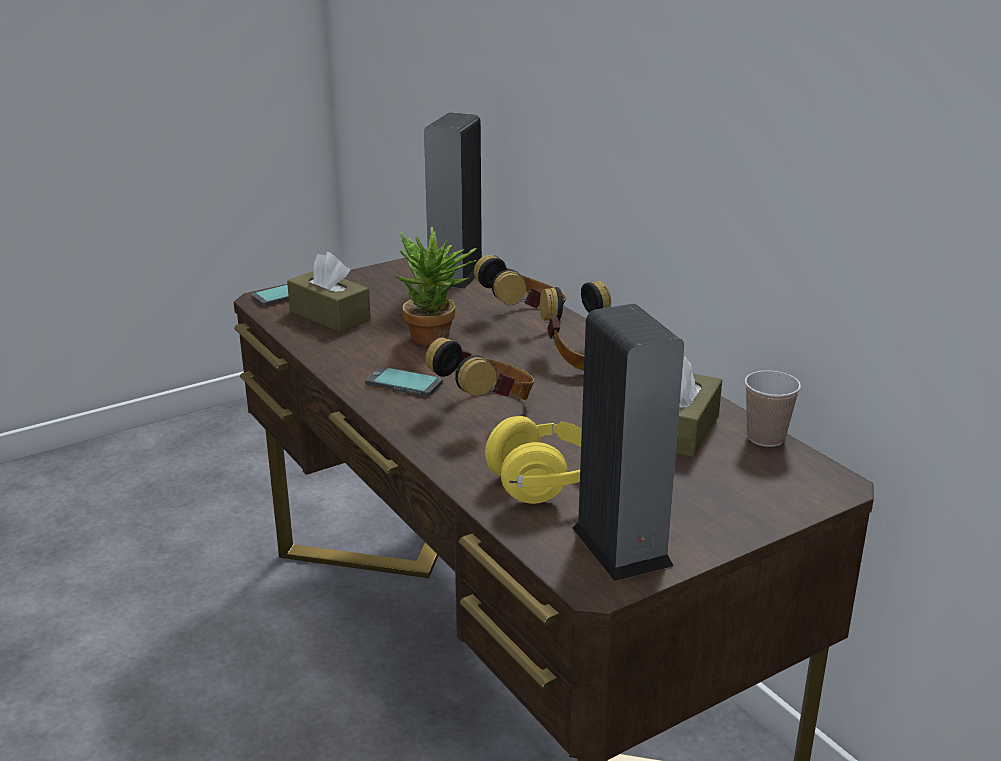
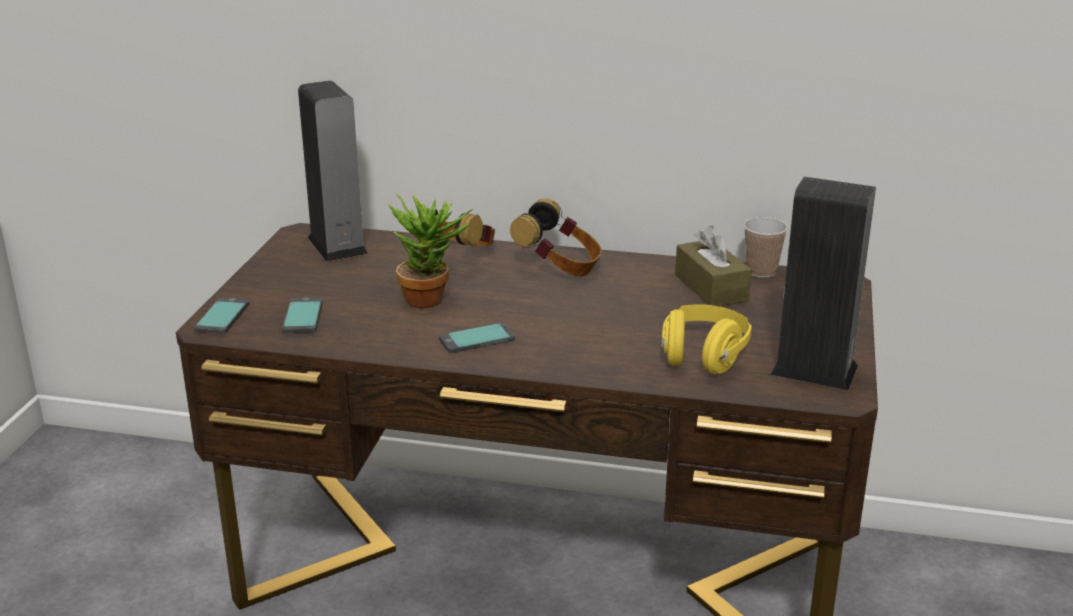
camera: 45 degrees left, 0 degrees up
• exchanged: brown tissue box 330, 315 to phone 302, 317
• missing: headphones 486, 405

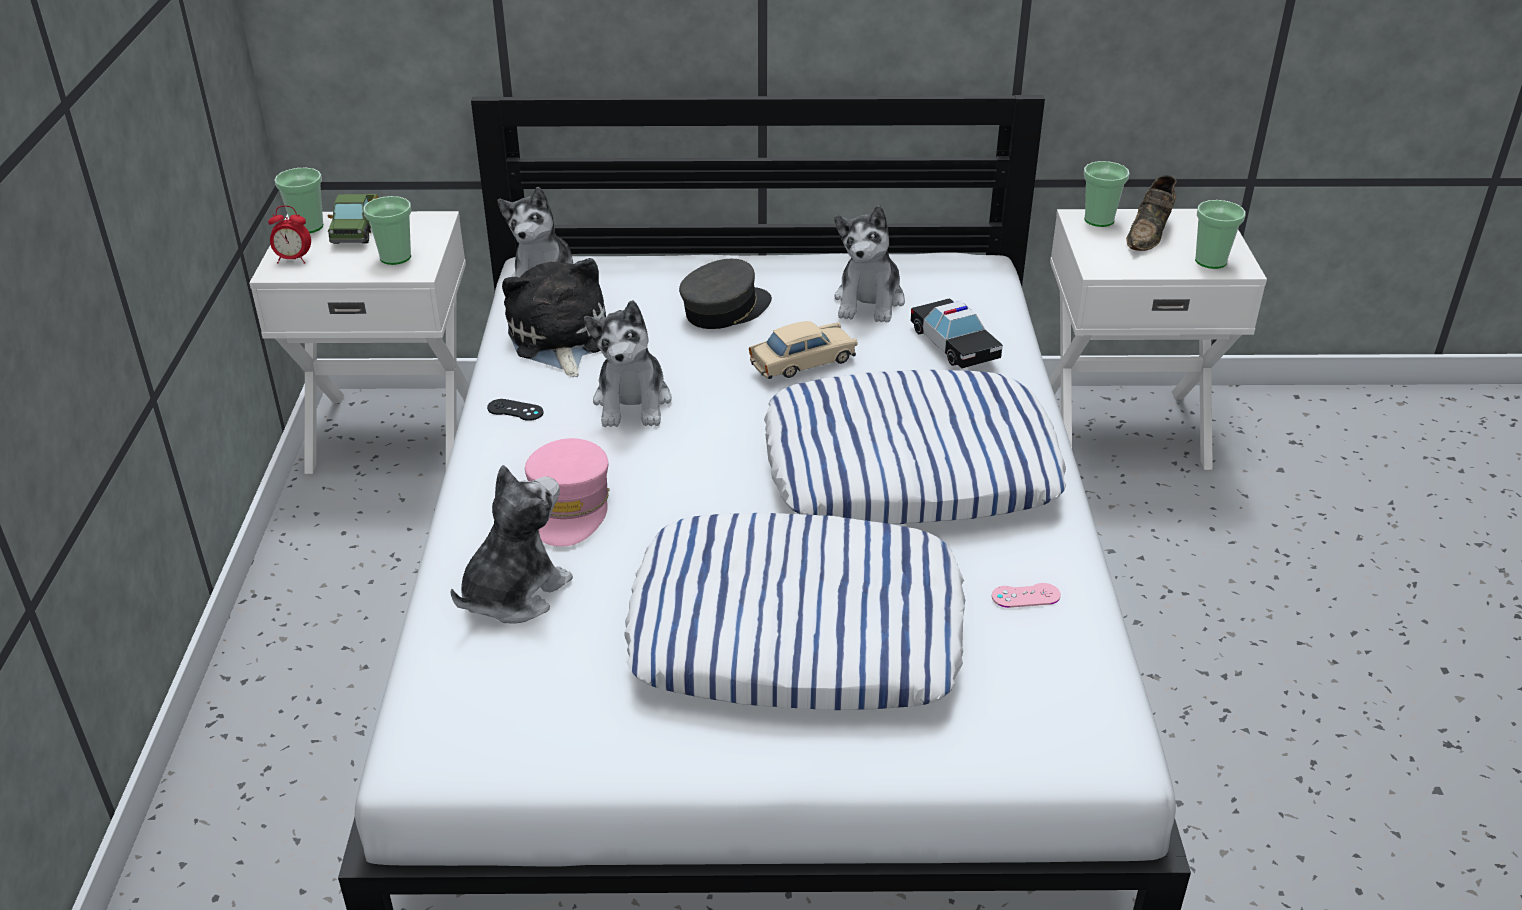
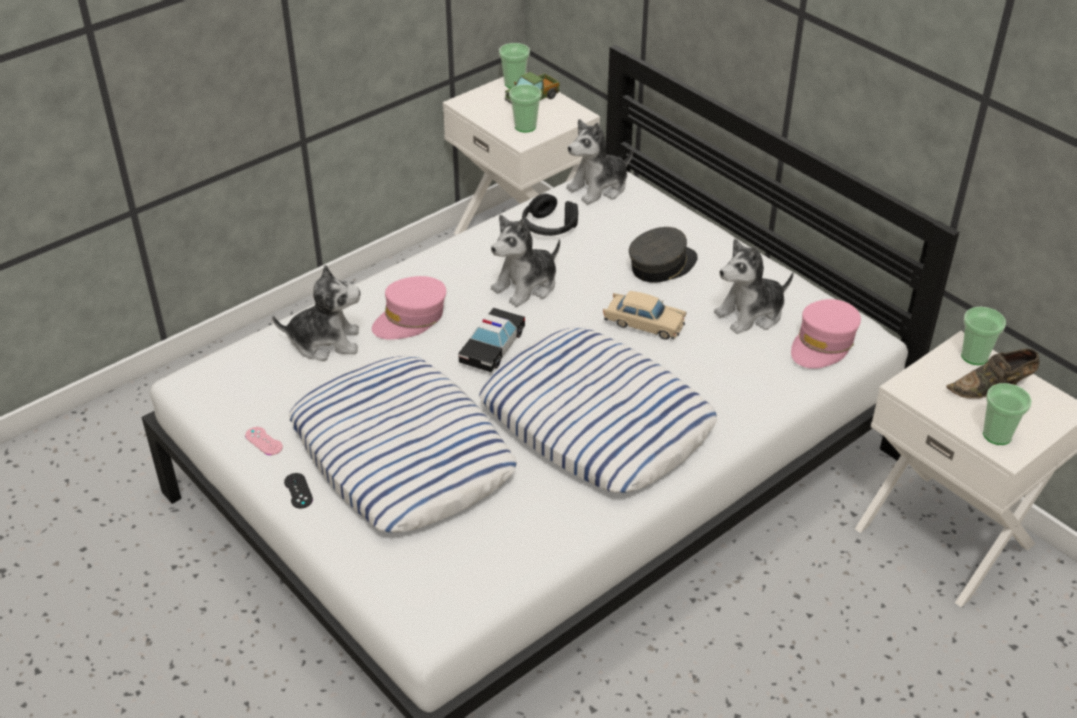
camera: 50 degrees right, 5 degrees up
• relocated: pink game controller 1026, 596 to 264, 441
• relocated: black game controller 515, 410 to 298, 491
• relocated: toy car 954, 344 to 492, 347
• exchanged: plush toy 558, 340 to black headphones 549, 227
• spun: grey cap 725, 310 = 662, 265 45 degrees counterclockwise
• appeared: pink cap 823, 344
• missing: alarm clock 293, 260

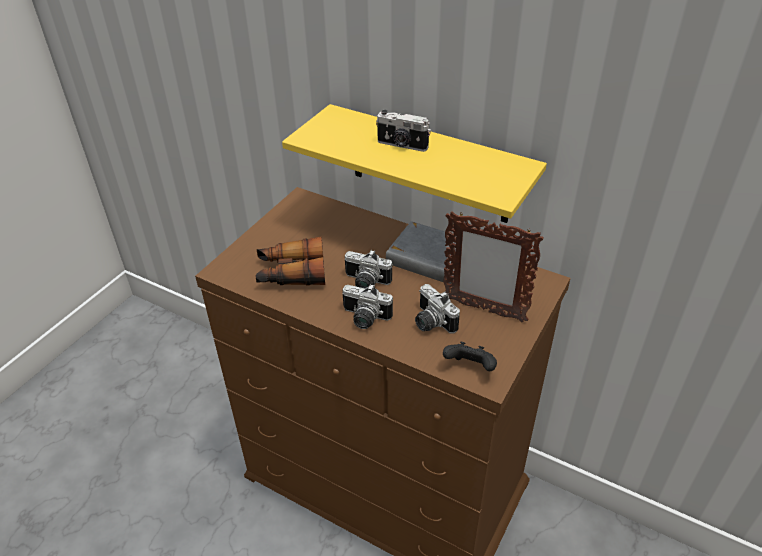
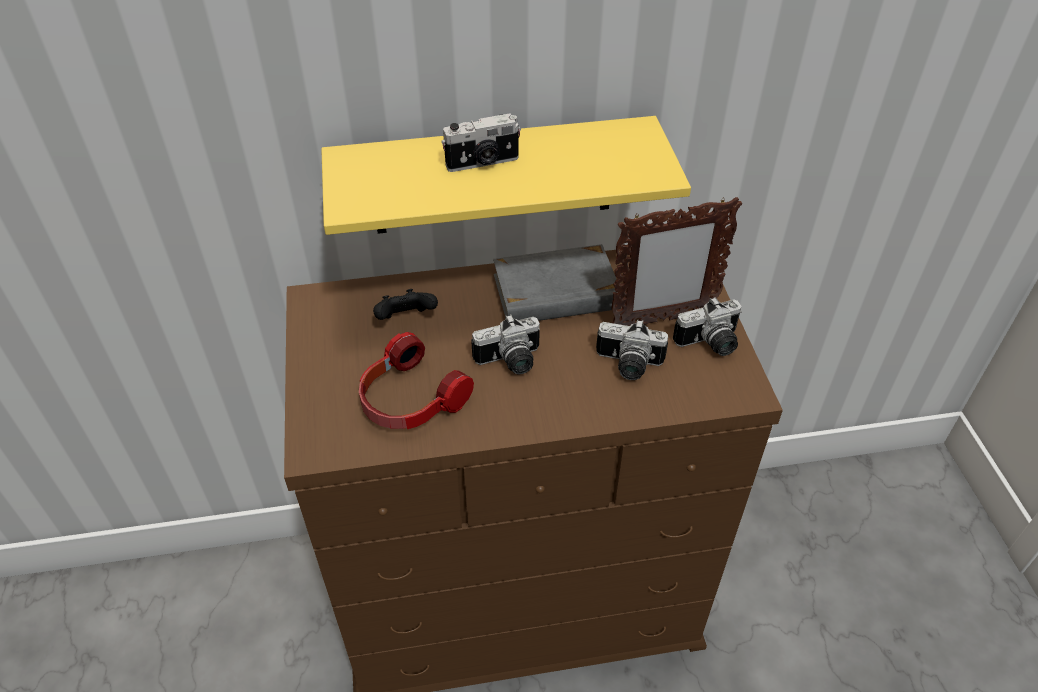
camera: 40 degrees left, 5 degrees up
• exchanged: binoculars 291, 273 to headphones 409, 400
• relocated: black game controller 470, 367 to 406, 319
• relocated: photo camera 364, 318 to 710, 344

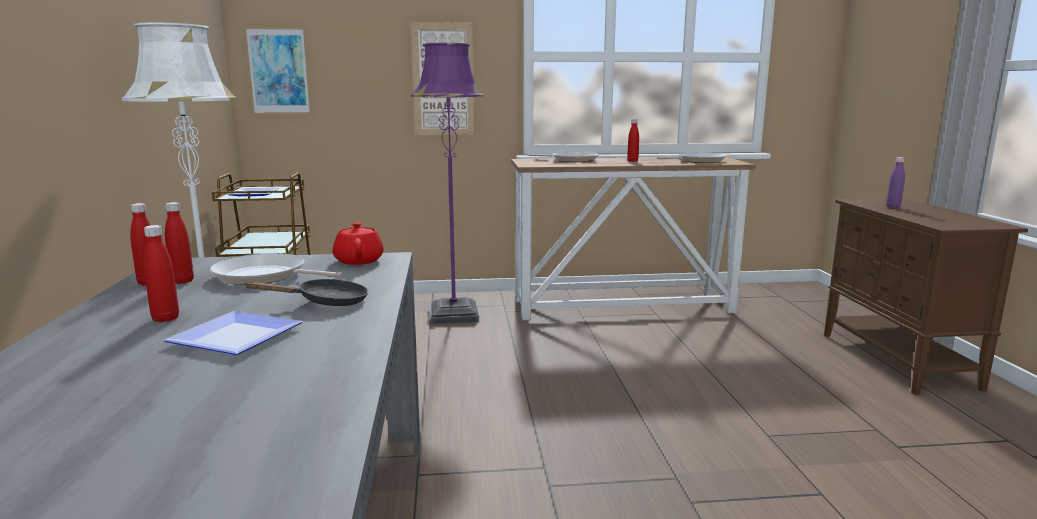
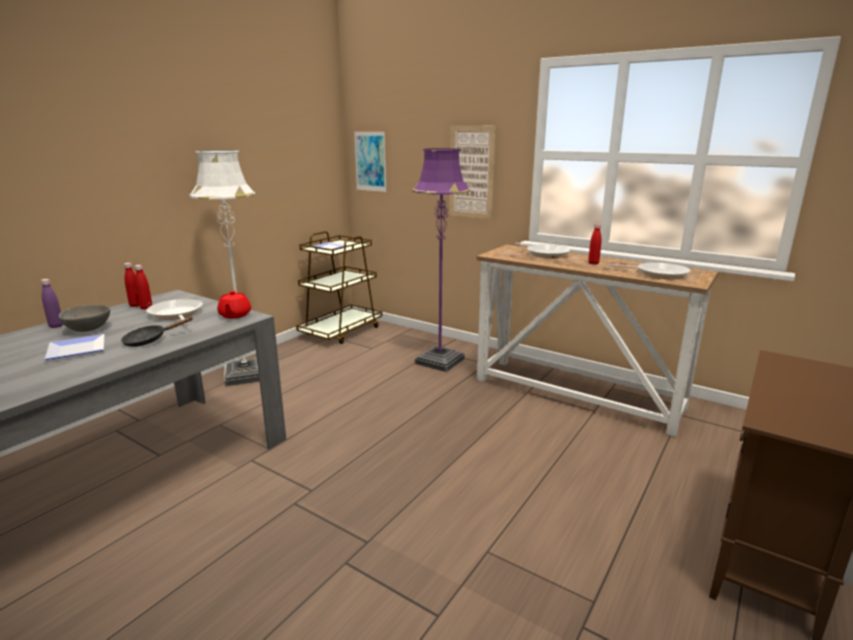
camera: 40 degrees right, 5 degrees up
• relocated: purple bottle 893, 207 to 56, 326
• exchanged: red bottle 165, 318 to grey bowl 88, 329
• spun: black frying pan 326, 302 = 149, 340 120 degrees clockwise
• spun: red teapot 359, 260 = 234, 315 150 degrees clockwise

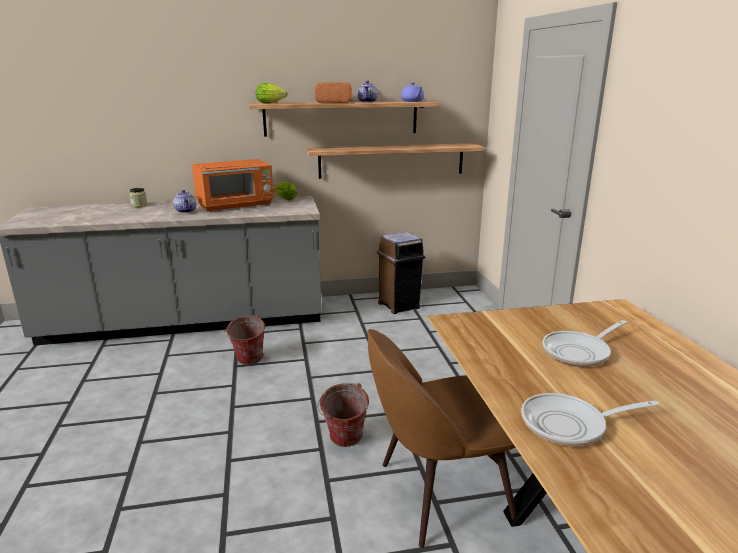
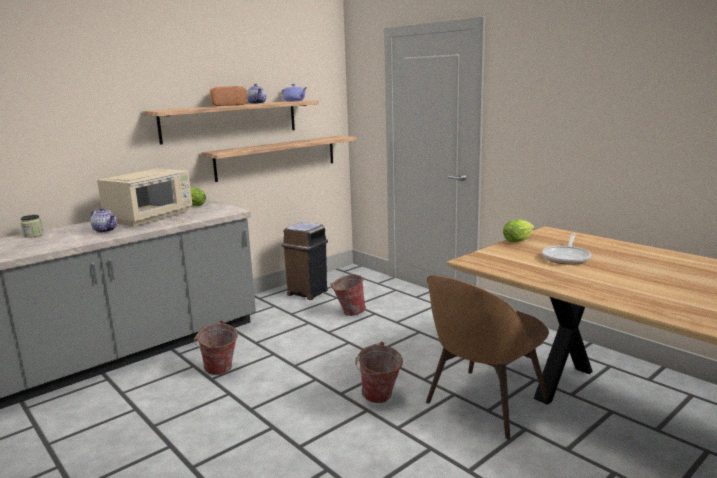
camera: 30 degrees left, 5 degrees down
• colour: orange microwave 236, 205 to beige microwave 151, 218
• appeared: bucket 349, 313
• relocated: lettuce 272, 103 to 519, 240
• missing: frying pan 570, 425

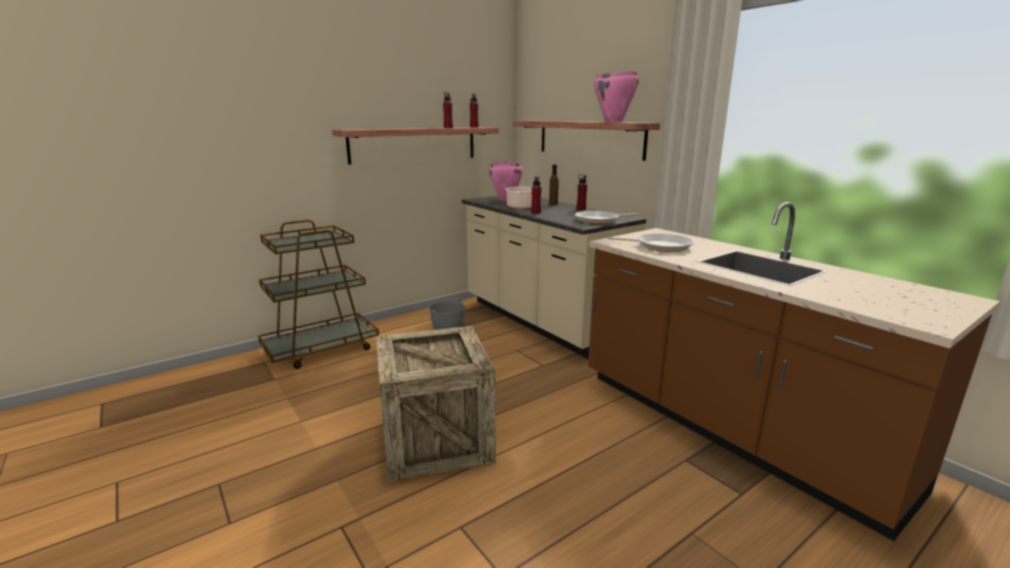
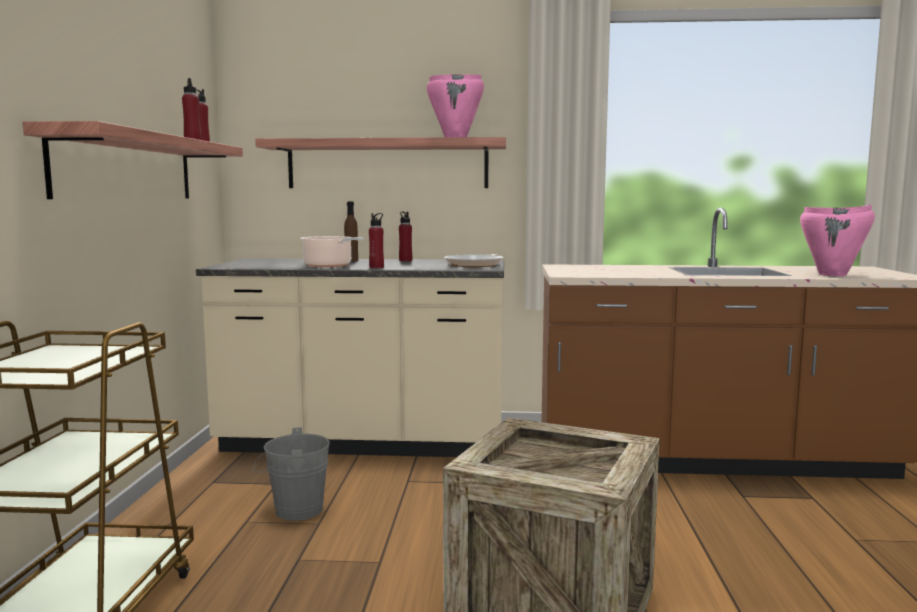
camera: 50 degrees left, 10 degrees down
• relocated: pink cooking pot 505, 200 to 833, 275
• missing: frying pan 660, 246

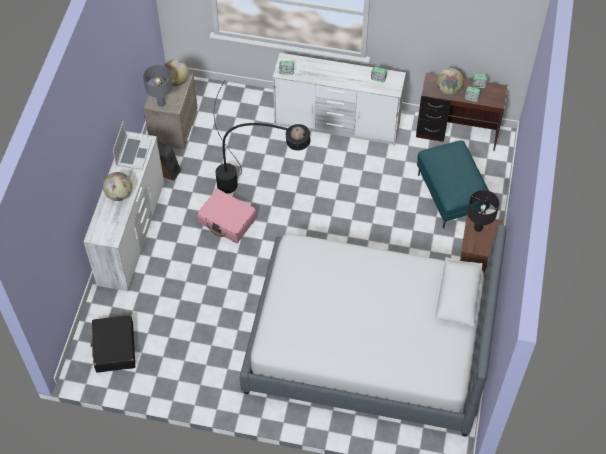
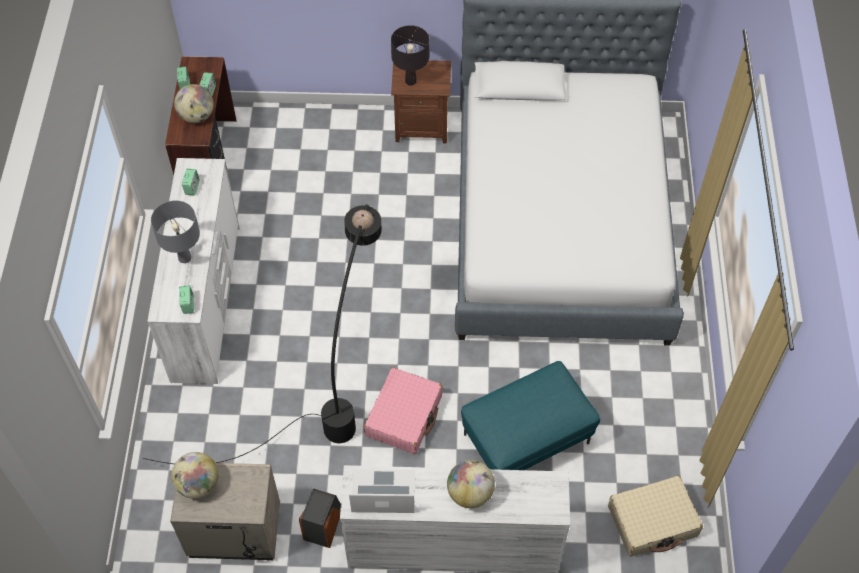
camera: 100 degrees left, 0 degrees up
• relocated: grey table lamp 161, 103 to 185, 258
• relocated: turquoise ottoman 450, 195 to 526, 440
• colour: black suitcase 114, 348 to beige suitcase 652, 521

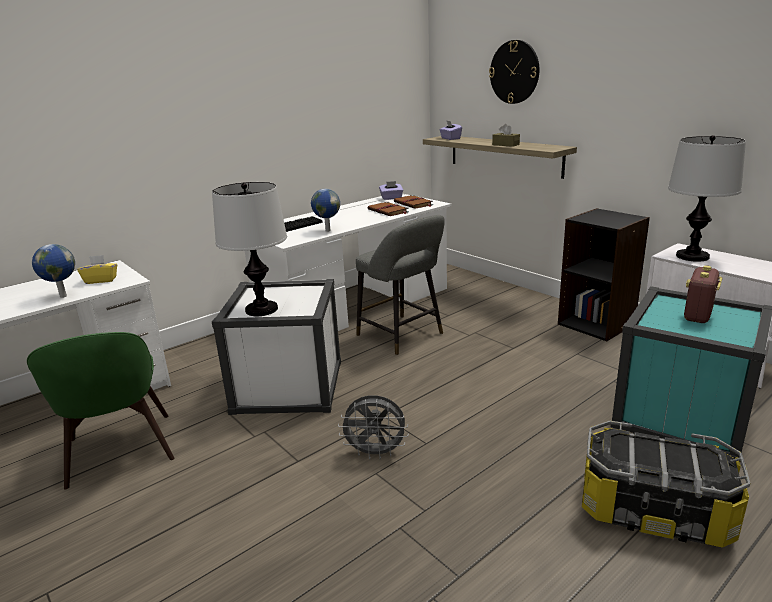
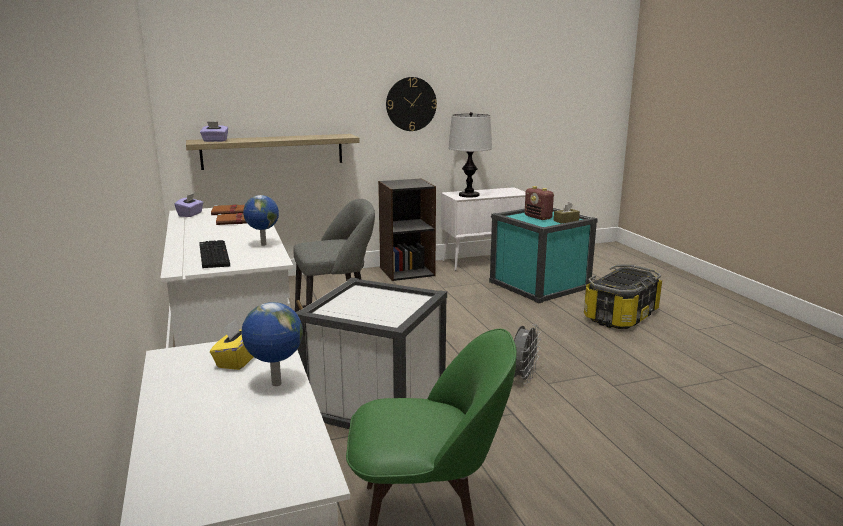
camera: 70 degrees left, 5 degrees down
• relocated: wall clock 514, 72 to 411, 104
• relocated: brown tissue box 505, 145 to 566, 220
• missing: table lamp 261, 309

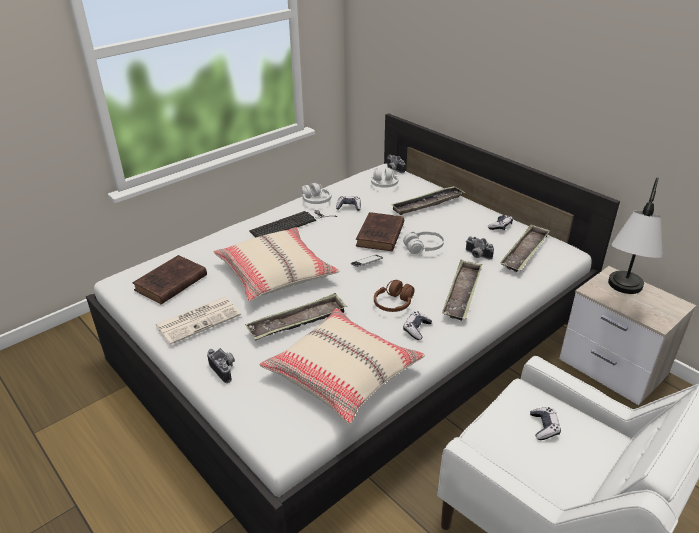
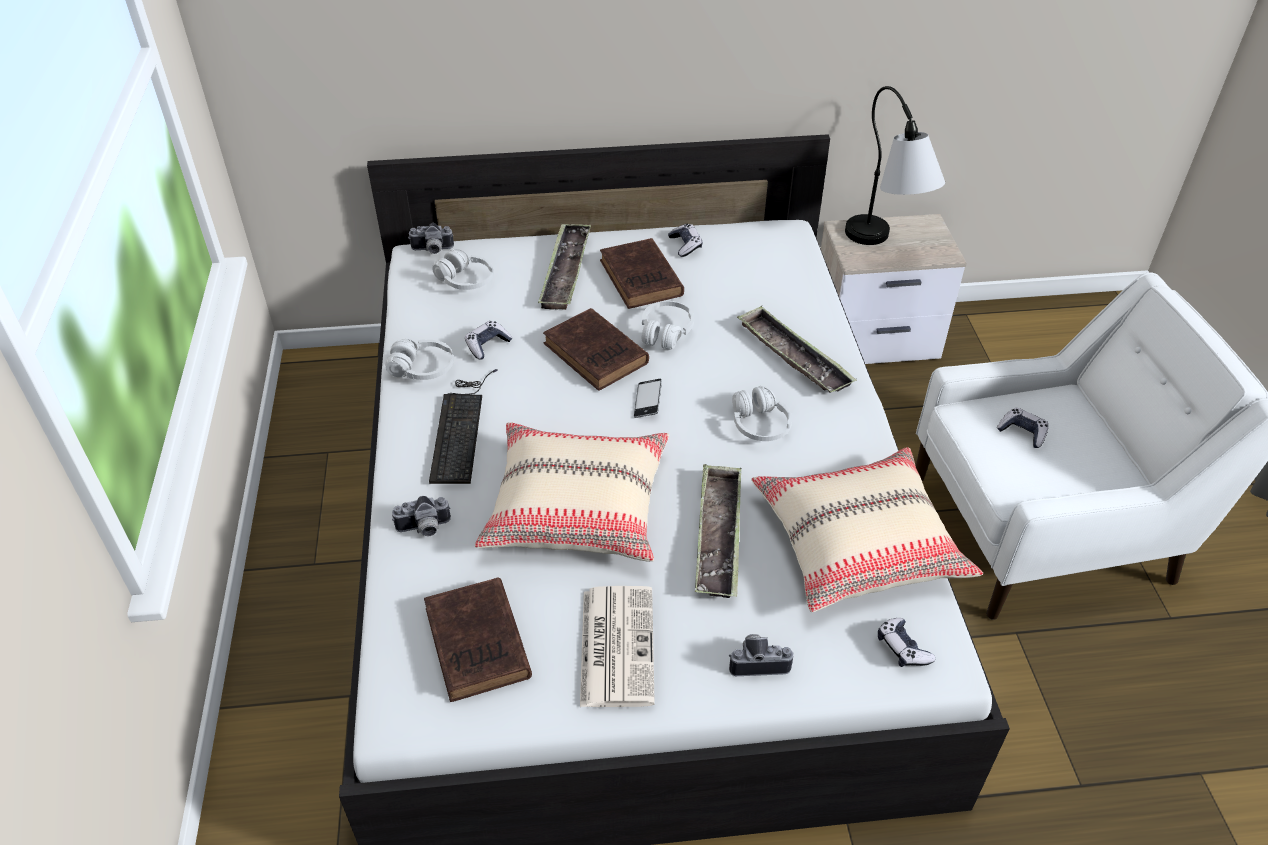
camera: 55 degrees left, 10 degrees up
• relocated: photo camera 476, 255 to 424, 529
• appeared: brown book 642, 279
• colour: brown headphones 393, 304 to white headphones 759, 424
• relocated: game controller 416, 329 to 902, 648
• missing: tray 525, 252

